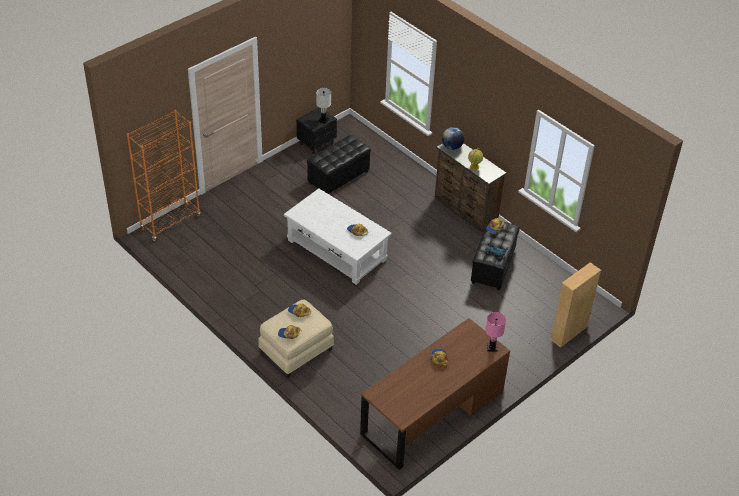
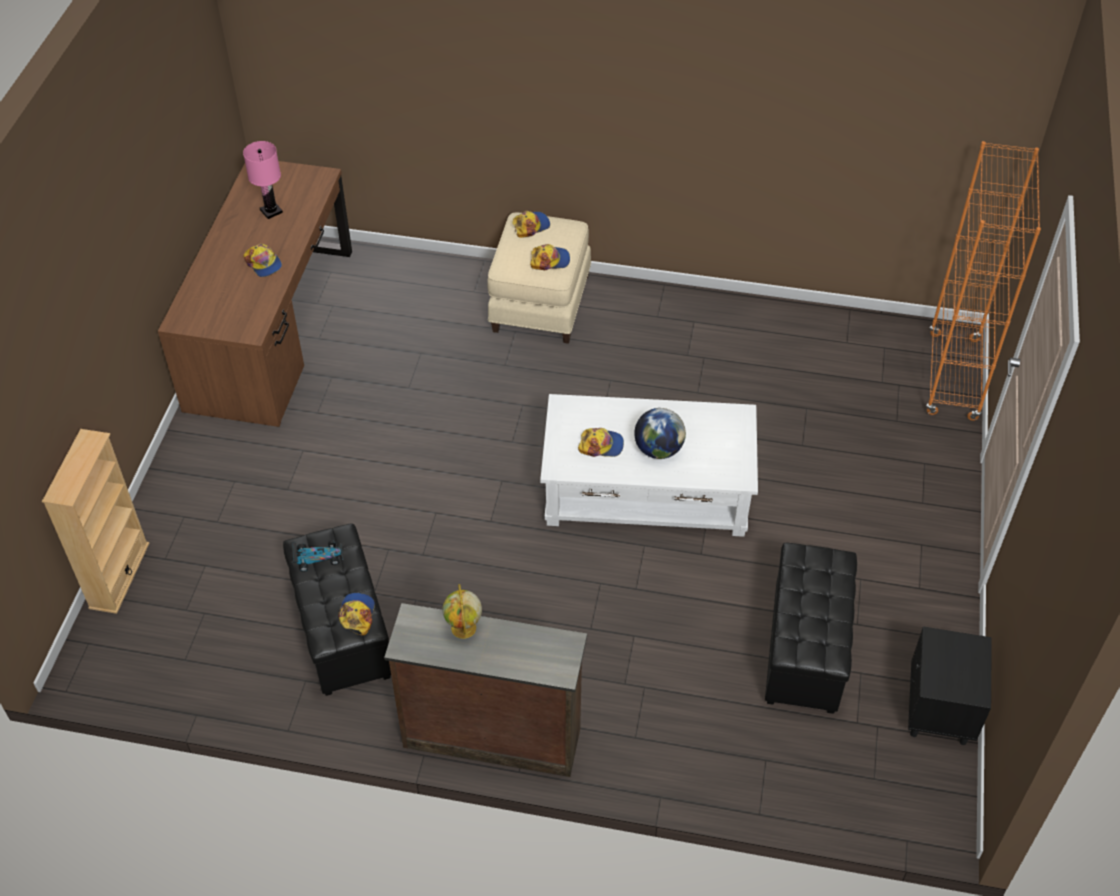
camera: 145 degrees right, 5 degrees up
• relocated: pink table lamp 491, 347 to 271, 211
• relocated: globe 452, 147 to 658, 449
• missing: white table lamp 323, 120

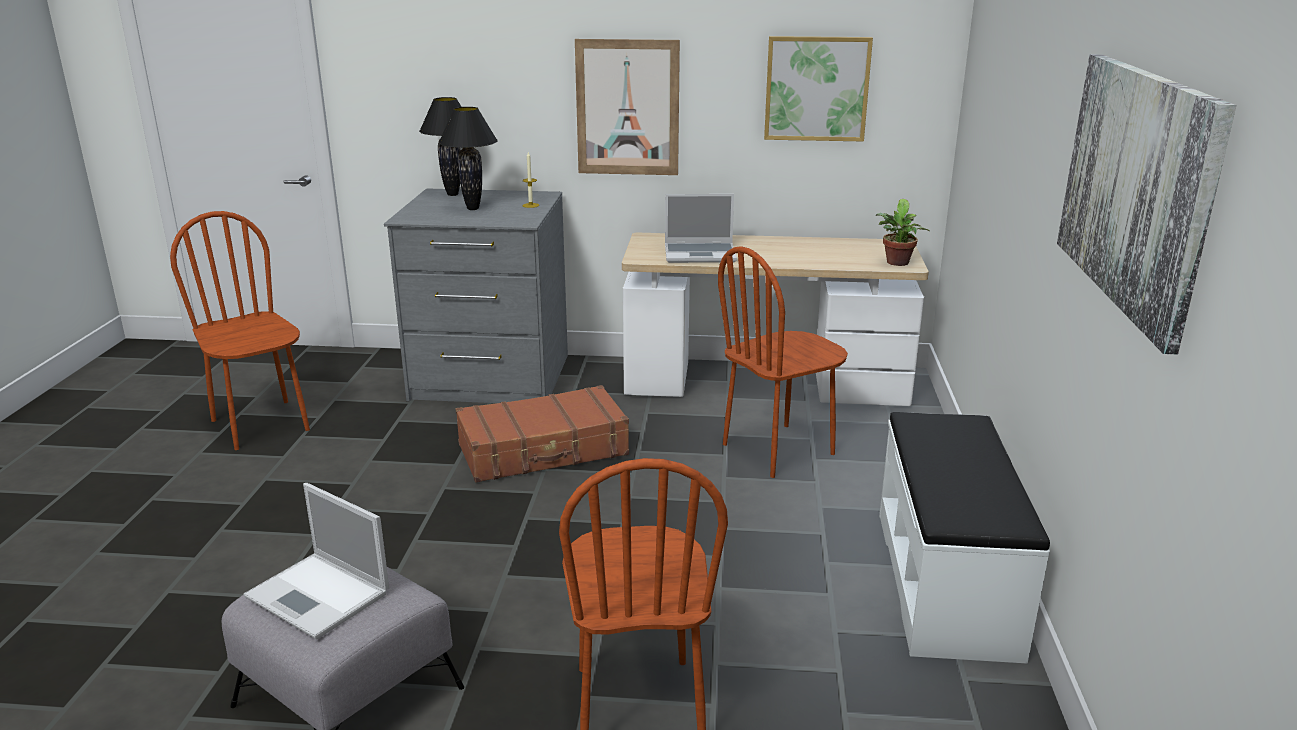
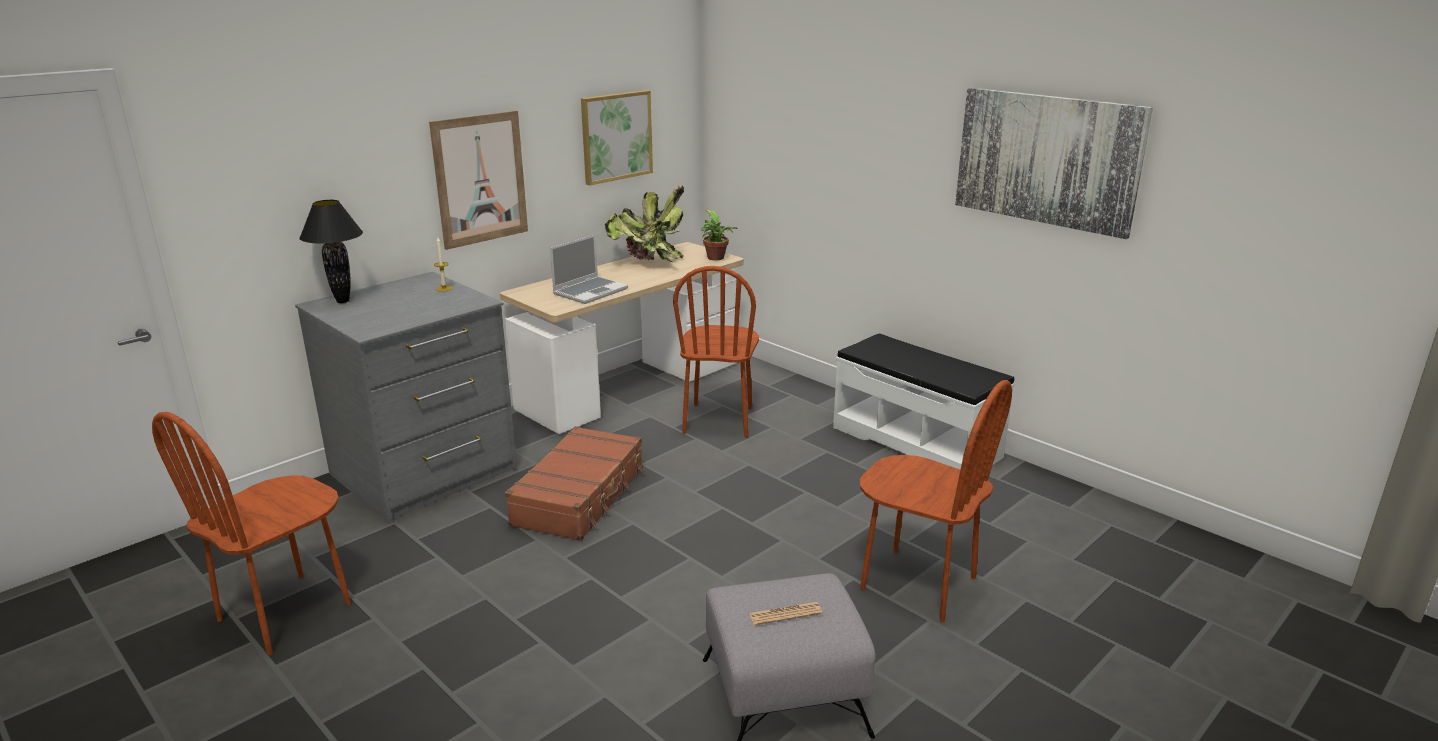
camera: 50 degrees left, 0 degrees up
• spun: brown chair 261, 425 = 285, 612 60 degrees counterclockwise
• appeared: potted plant 650, 263
• exchanged: laptop 320, 595 to newspaper 785, 614
• missing: black table lamp 472, 209

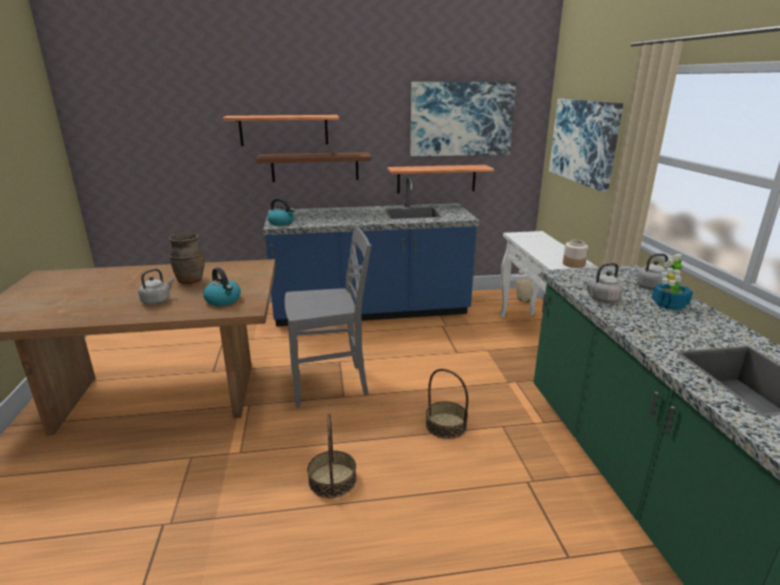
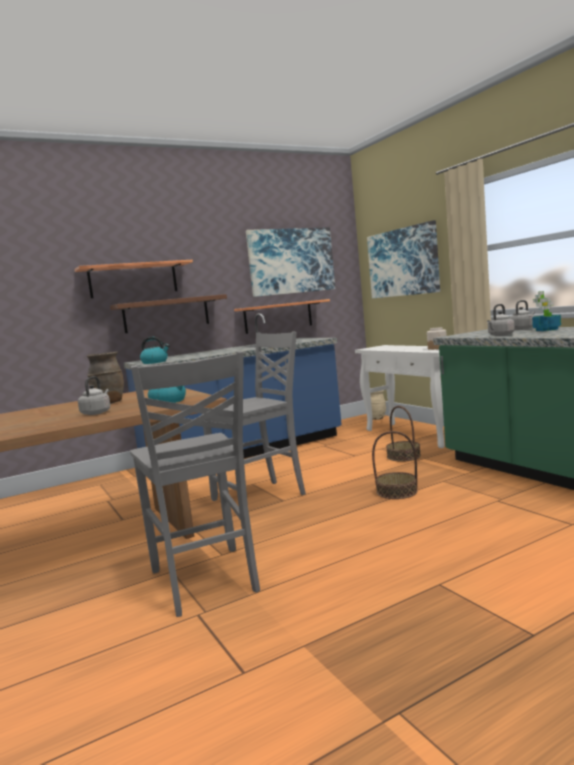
camera: 20 degrees left, 15 degrees down
• appeared: grey chair 205, 581
• relocated: basket 332, 480 to 403, 456

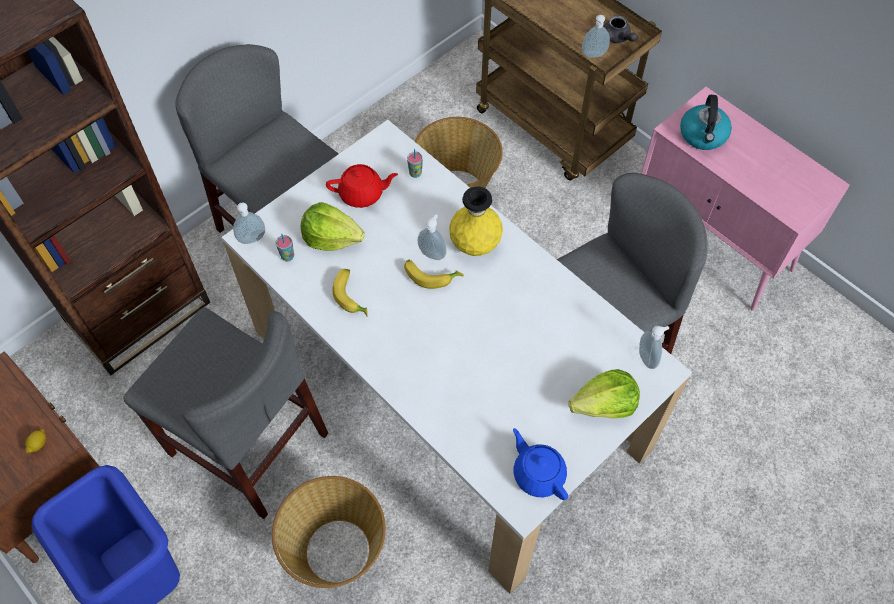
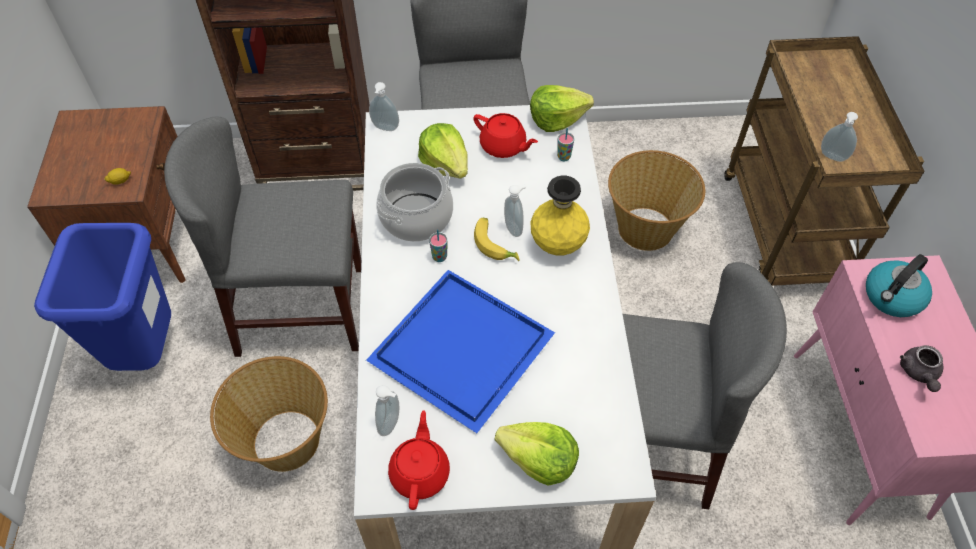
camera: 40 degrees right, 5 degrees down
• spun: grey chair 247, 444 = 301, 310 105 degrees clockwise
• appeared: blue tray 462, 352
• relocated: soap dispenser 648, 358 to 391, 424
• exchanged: banana 352, 296 to cooking pot 416, 218
• colour: blue teapot 538, 473 to red teapot 420, 472
• relocated: cup 287, 256 to 439, 257
• appeared: lettuce 557, 119
• relocated: grey teapot 617, 38 to 918, 373

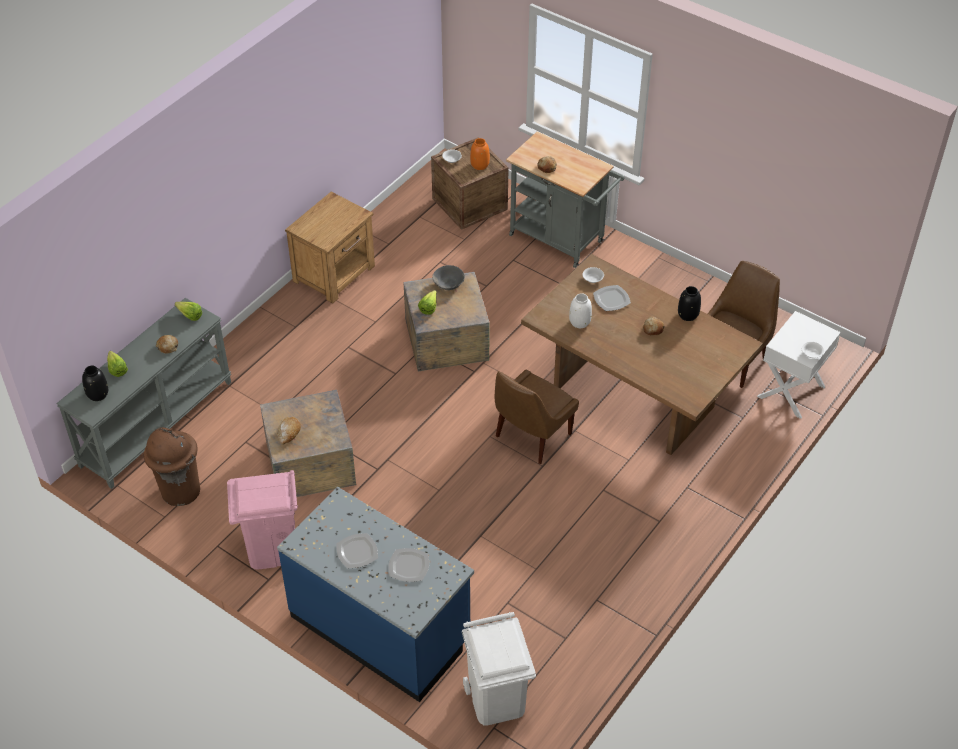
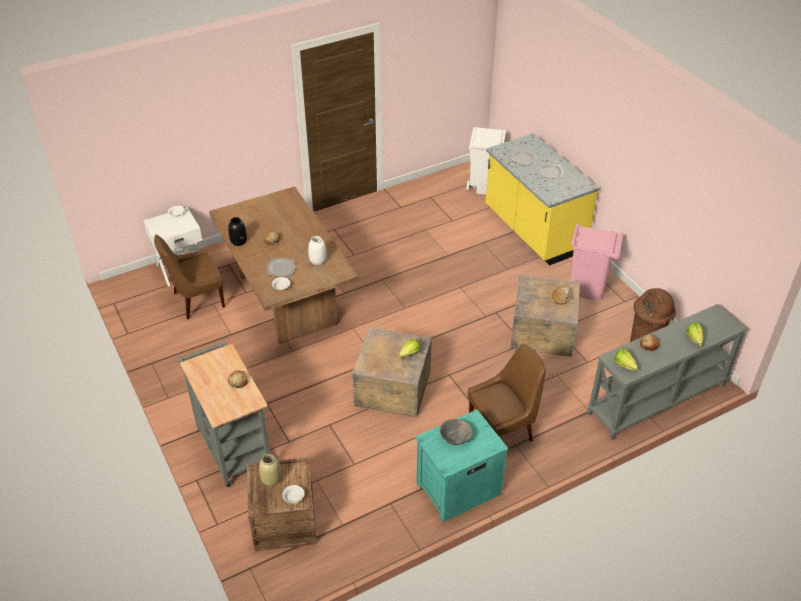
camera: 155 degrees left, 5 degrees down
• colour: orange vase 479, 165 to beige vase 271, 479
• colour: brown nightstand 335, 273 to turquoise nightstand 457, 488
• relocated: grey bowl 448, 284 to 455, 438
• relocated: brown chair 531, 437 to 503, 430
• colour: blue counter 381, 628 to yellow counter 533, 230
• missing: black vase 97, 394

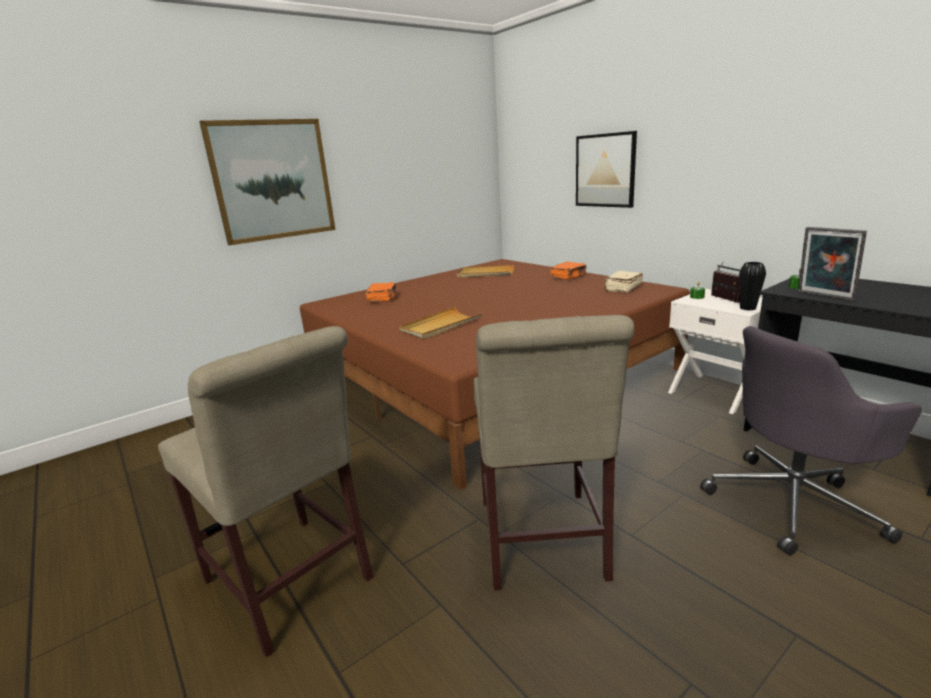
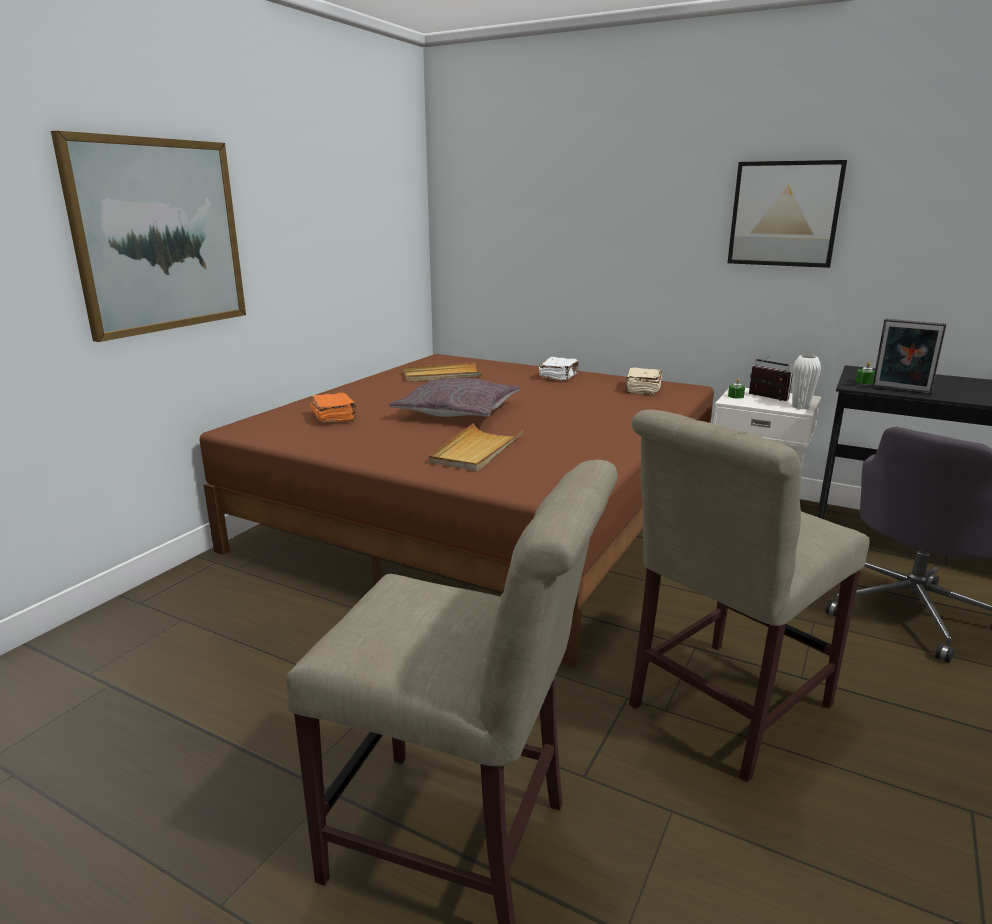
camera: 25 degrees left, 0 degrees up
• appeared: grey pillow 457, 411
• colour: orange book 569, 277 to white book 559, 376
• spun: beige chair 541, 544 = 721, 709 75 degrees clockwise
• relocated: picture 605, 170 to 784, 214
• colour: black vase 747, 308 to white vase 800, 407

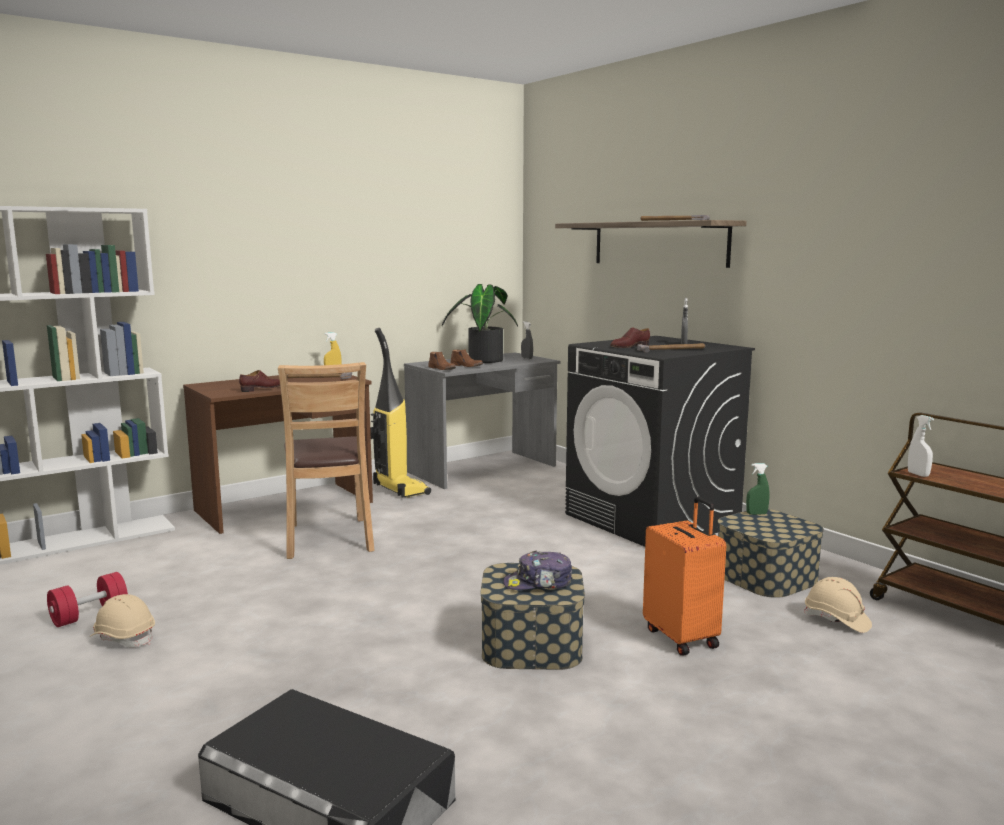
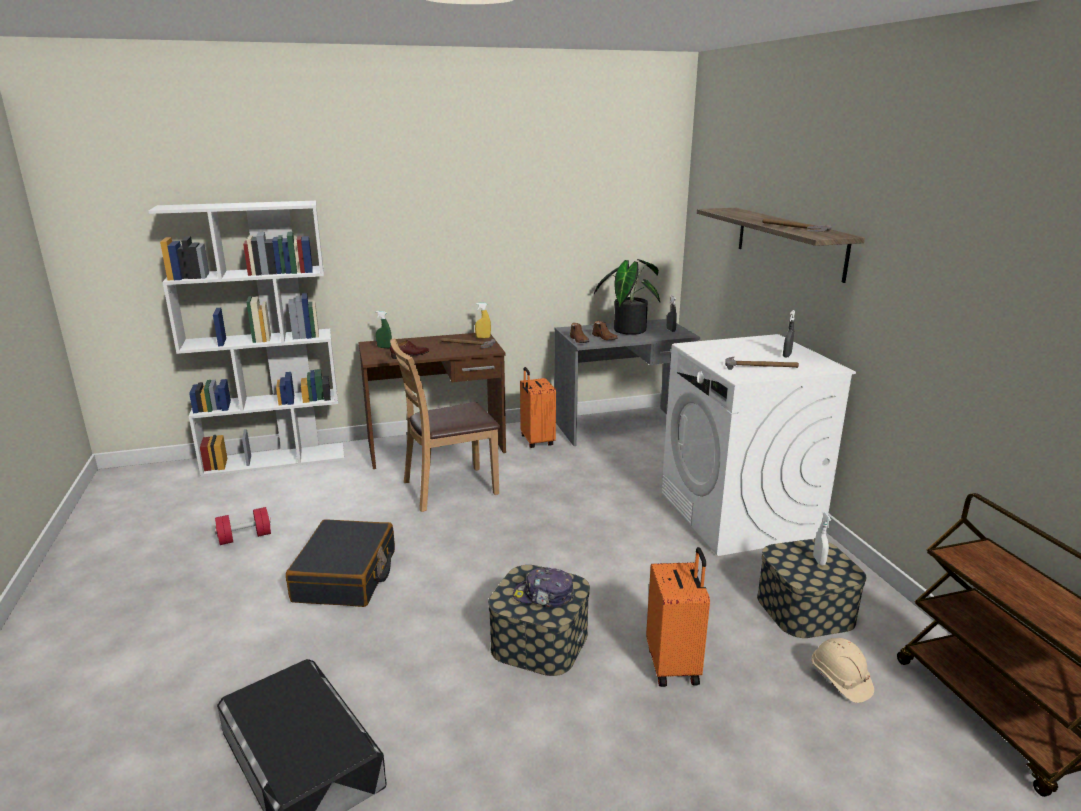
camera: 20 degrees right, 10 degrees up
• appeared: black suitcase 346, 576
• relocated: green spray bottle 756, 514 to 384, 347
• spun: brown chair 329, 538 = 449, 488 60 degrees clockwise
• exchanged: vacuum cleaner 400, 490 to orange suitcase 536, 441
• colour: black washing machine 652, 520 to white washing machine 739, 515
• relocated: white spray bottle 918, 474 to 819, 560
• missing: beige hard hat 123, 638
• missing: brown shoe 629, 347

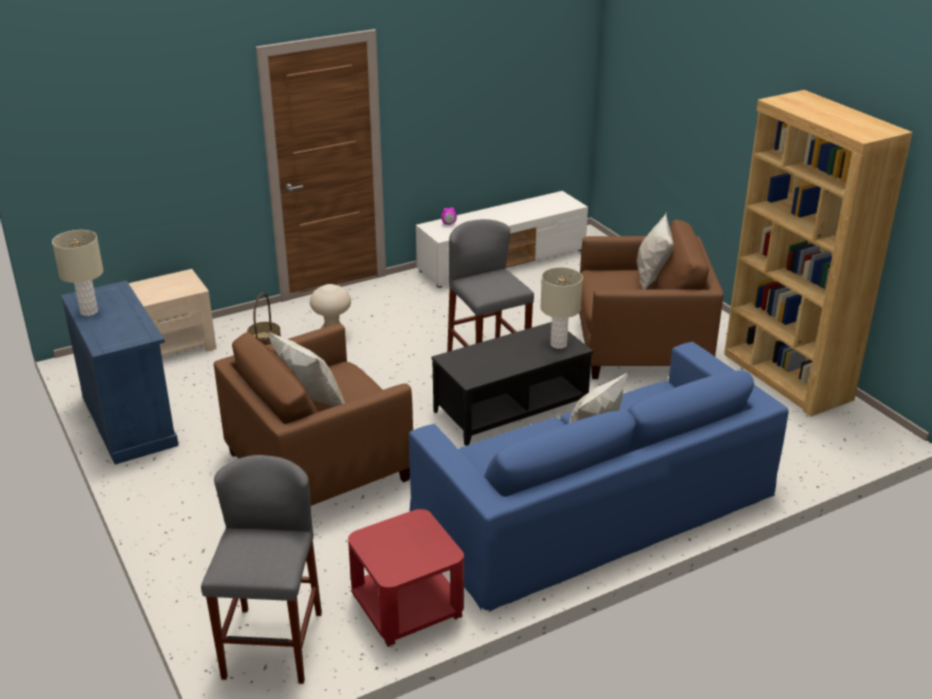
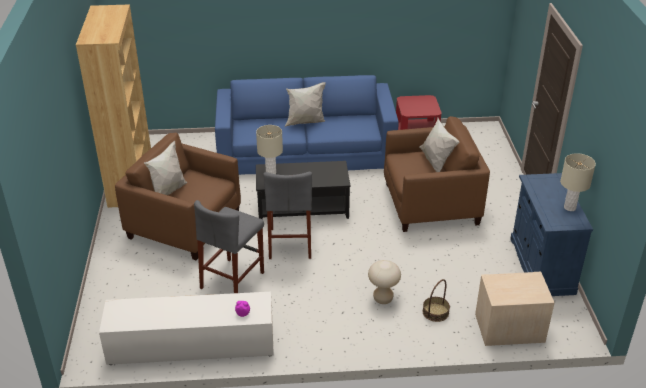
camera: 155 degrees left, 5 degrees up
• relocated: grey stool 272, 645 to 232, 280

